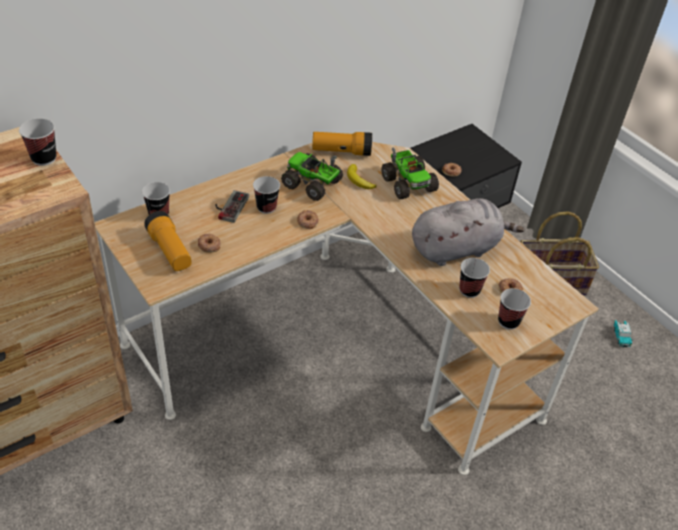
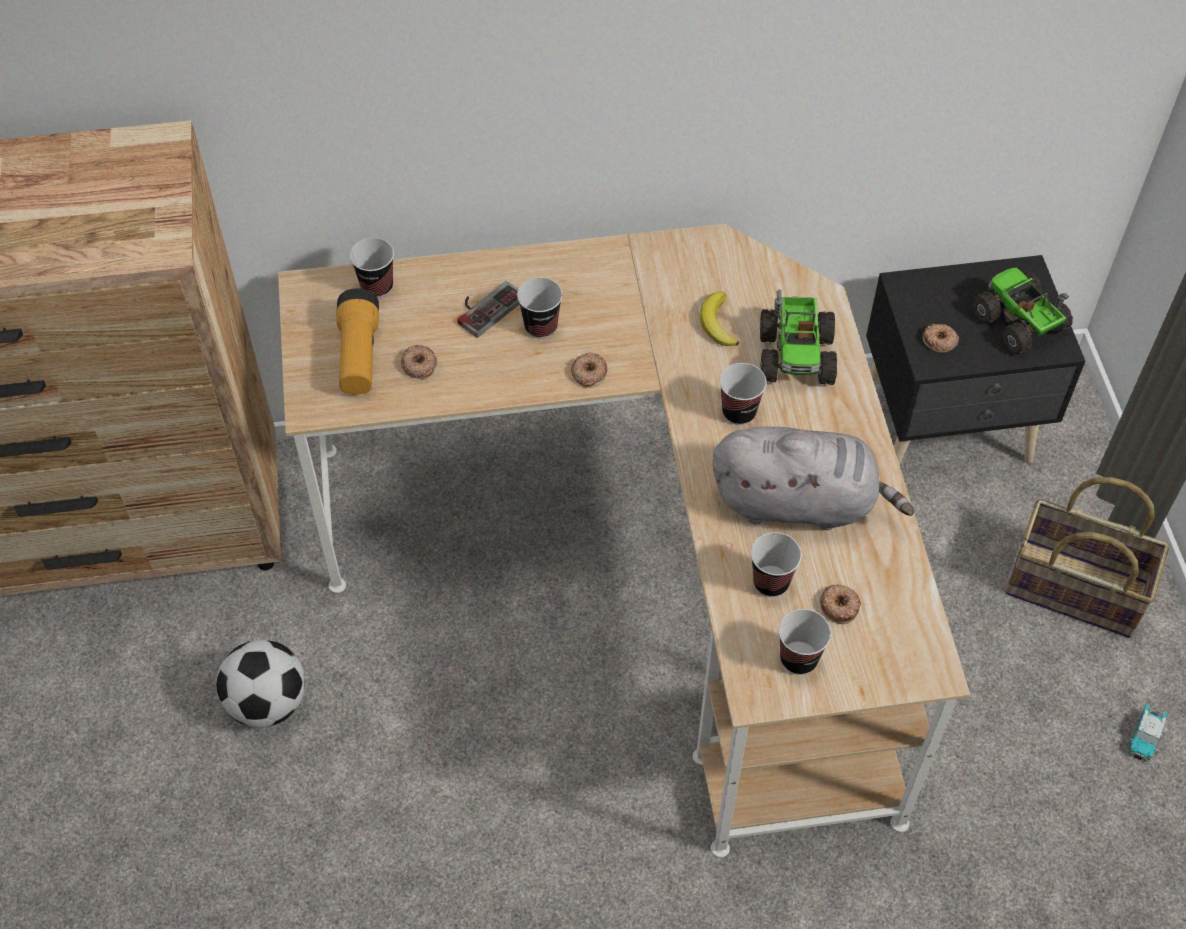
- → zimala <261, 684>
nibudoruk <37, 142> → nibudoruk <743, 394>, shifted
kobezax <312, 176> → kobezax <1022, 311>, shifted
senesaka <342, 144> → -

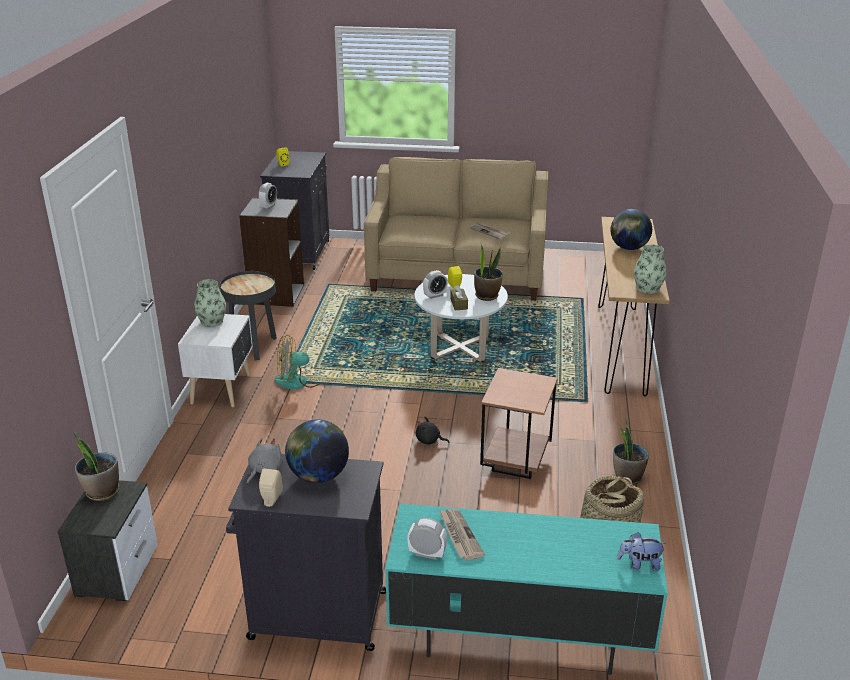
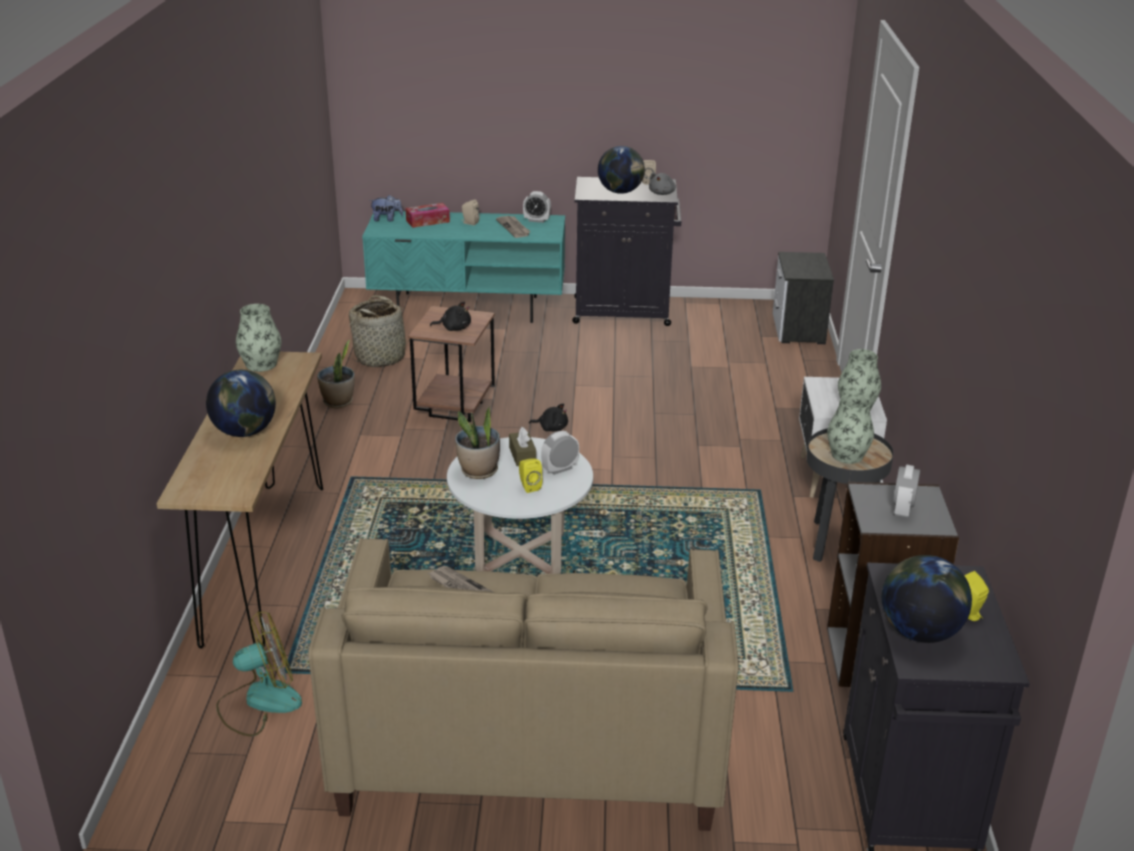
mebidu <299, 362> → mebidu <259, 673>, shifted
- → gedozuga <428, 215>
- → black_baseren <450, 316>
- → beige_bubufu <471, 212>
- → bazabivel <850, 429>
- → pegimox <927, 599>
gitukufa <96, 466> → -

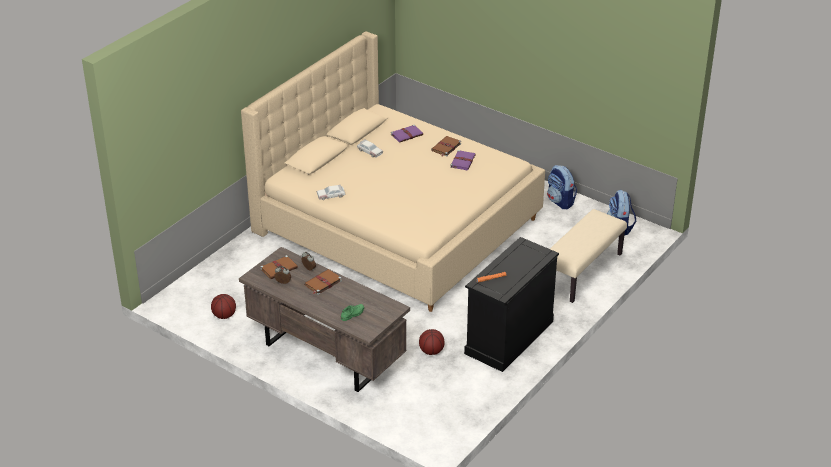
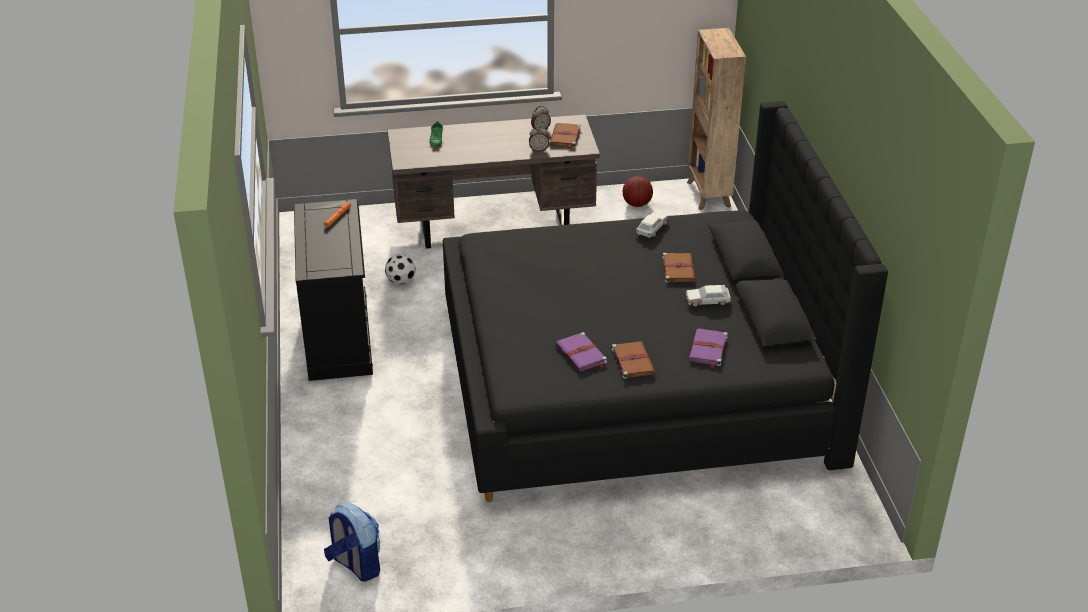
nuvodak <432, 342> → zimala <400, 269>
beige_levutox <393, 171> → black_levutox <665, 301>
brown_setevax <323, 282> → brown_setevax <679, 268>, shifted
- → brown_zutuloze <716, 119>
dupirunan <562, 187> → -
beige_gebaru <588, 256> → -

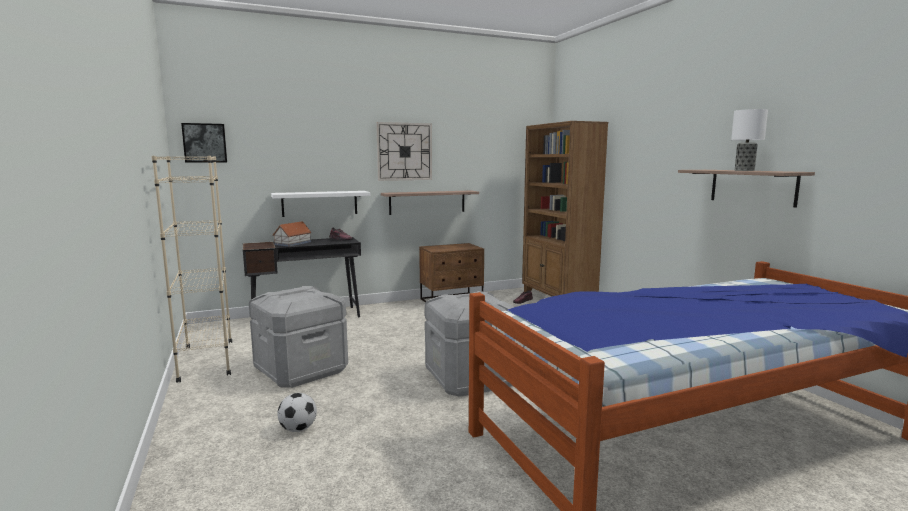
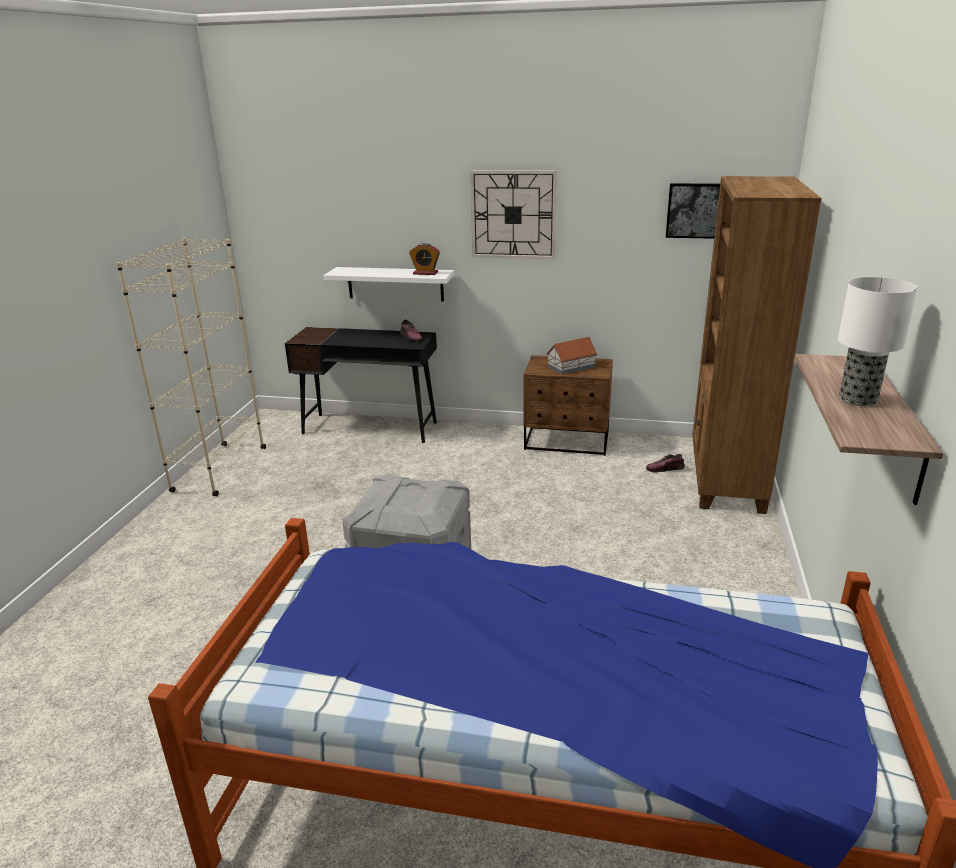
- → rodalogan <424, 259>
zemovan <292, 233> → zemovan <571, 355>, shifted
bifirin <204, 143> → bifirin <693, 211>, shifted
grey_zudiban <298, 337> → -
zimala <297, 412> → -
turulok <430, 202> → -

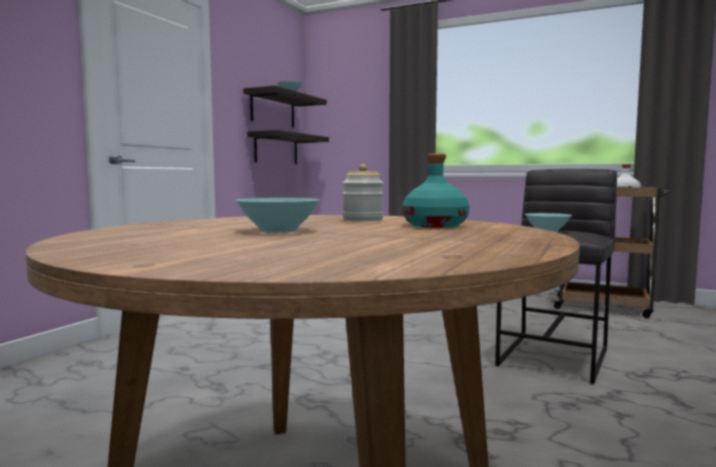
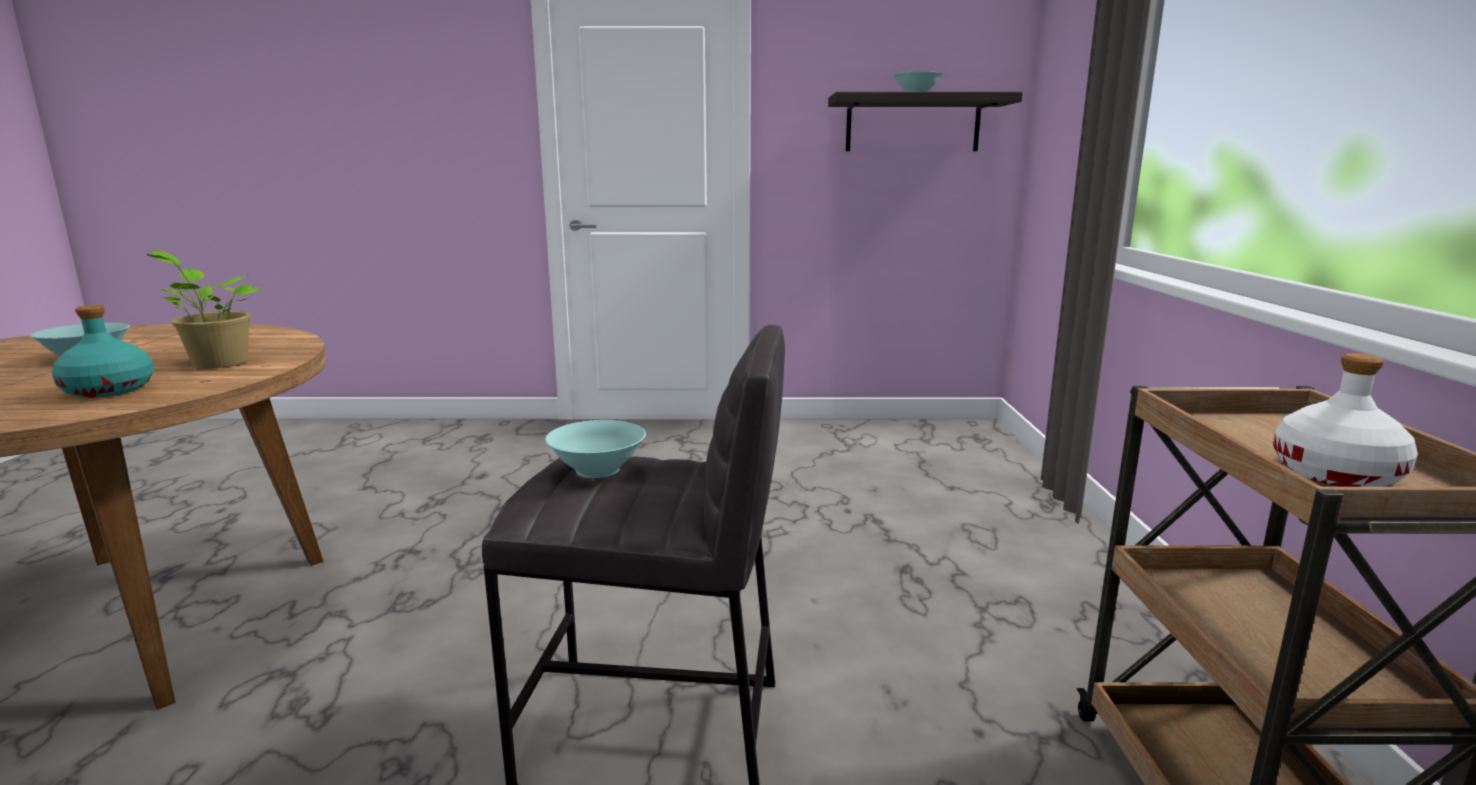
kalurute <363, 192> → gitukufa <204, 309>
turulok <288, 147> → -

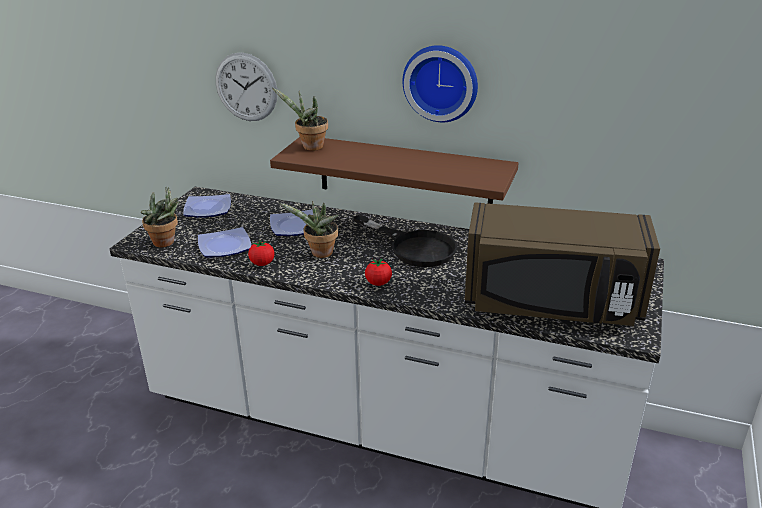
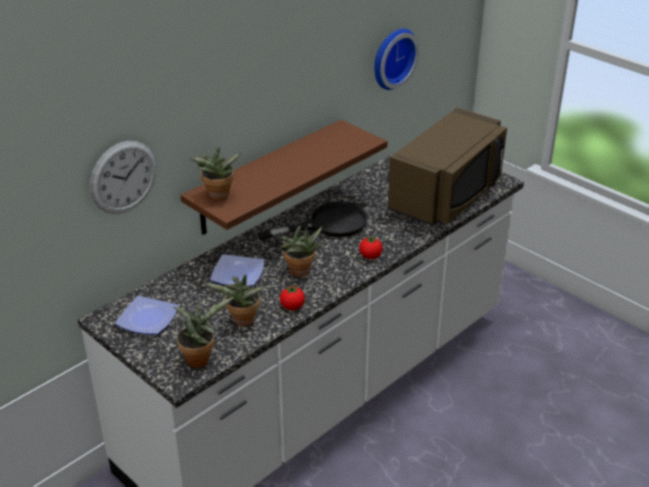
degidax <224, 242> → gitukufa <235, 300>
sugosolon <440, 83> → sugosolon <397, 59>, shifted

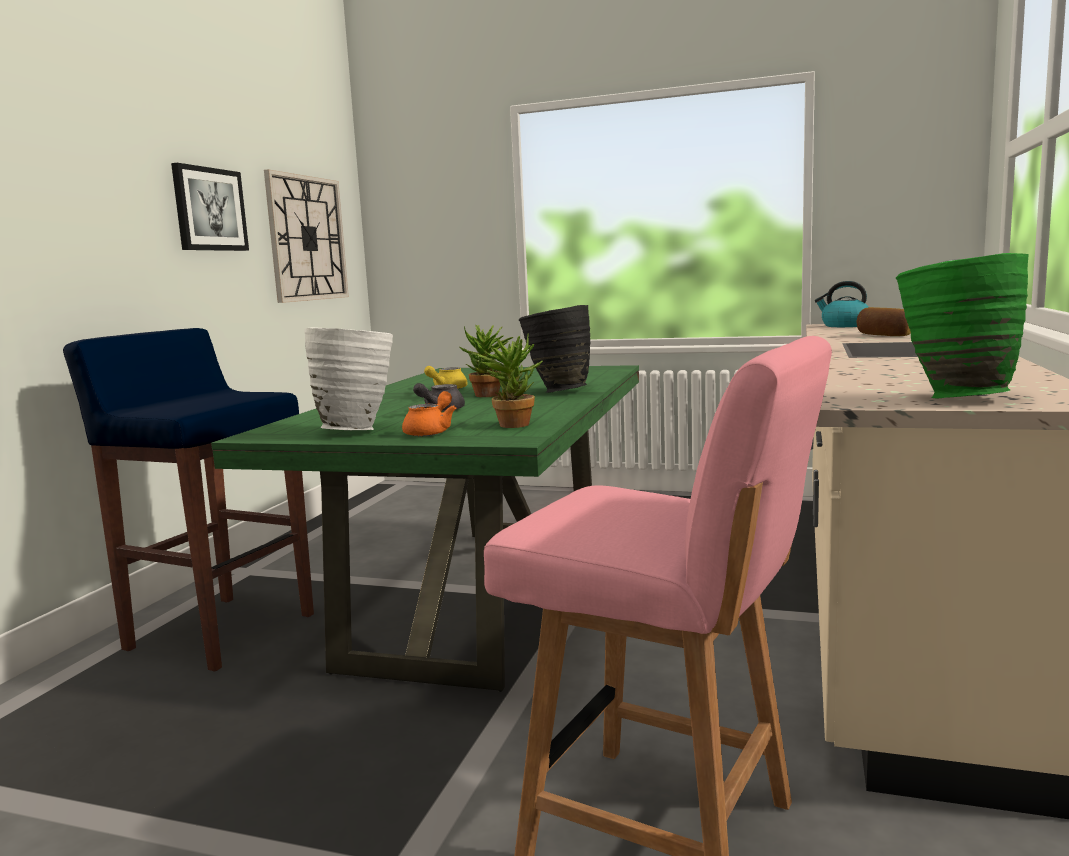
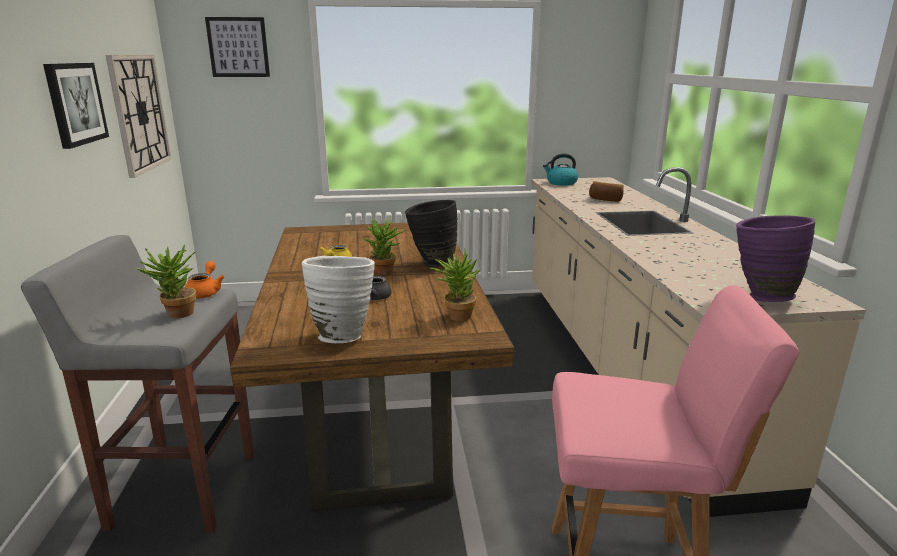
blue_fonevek <188, 500> → grey_fonevek <137, 384>
- → gitukufa <166, 281>
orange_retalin <429, 413> → orange_retalin <205, 280>, shifted
- → bifirin <237, 47>
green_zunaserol <425, 528> → brown_zunaserol <372, 367>
green_bazabivel <962, 325> → purple_bazabivel <775, 259>

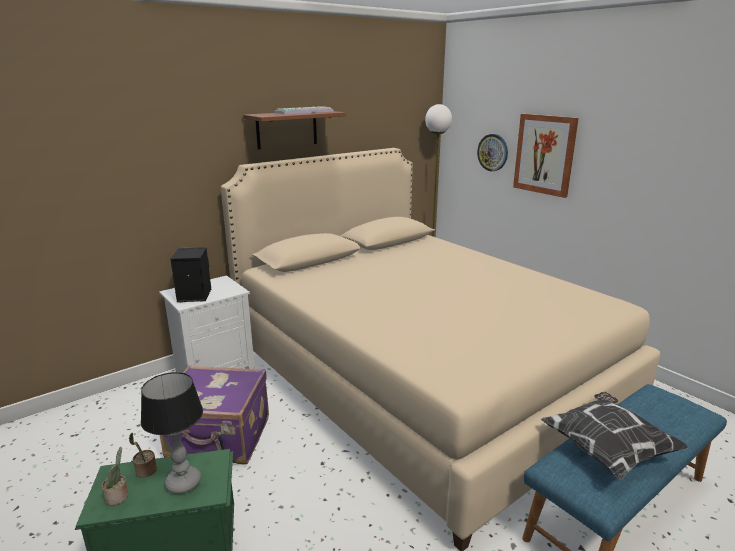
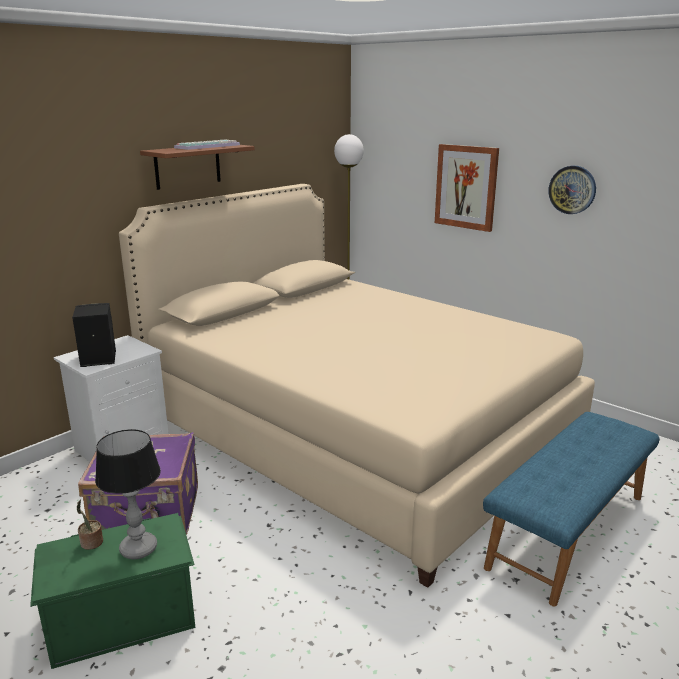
sugosolon <492, 152> → sugosolon <572, 190>, shifted
gitukufa <115, 476> → -
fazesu <615, 436> → -

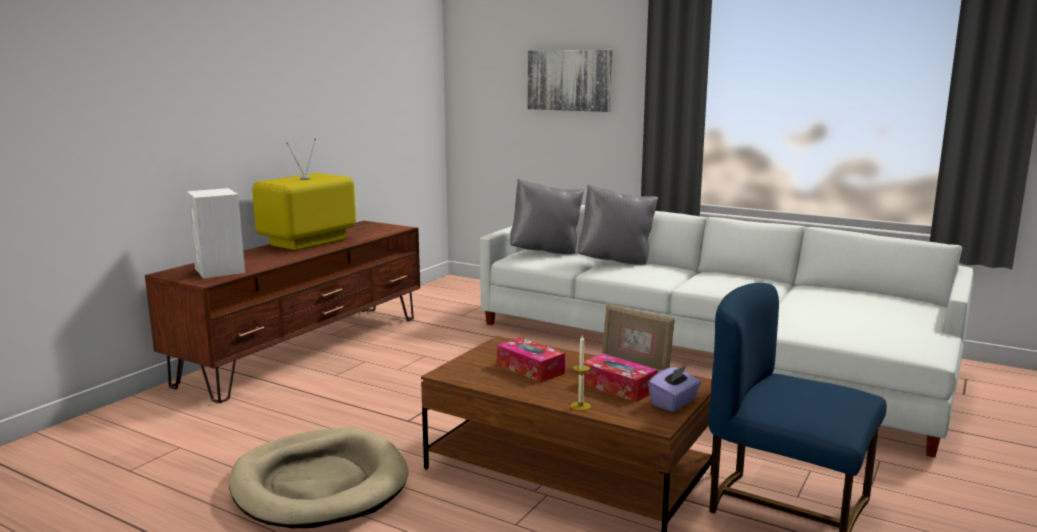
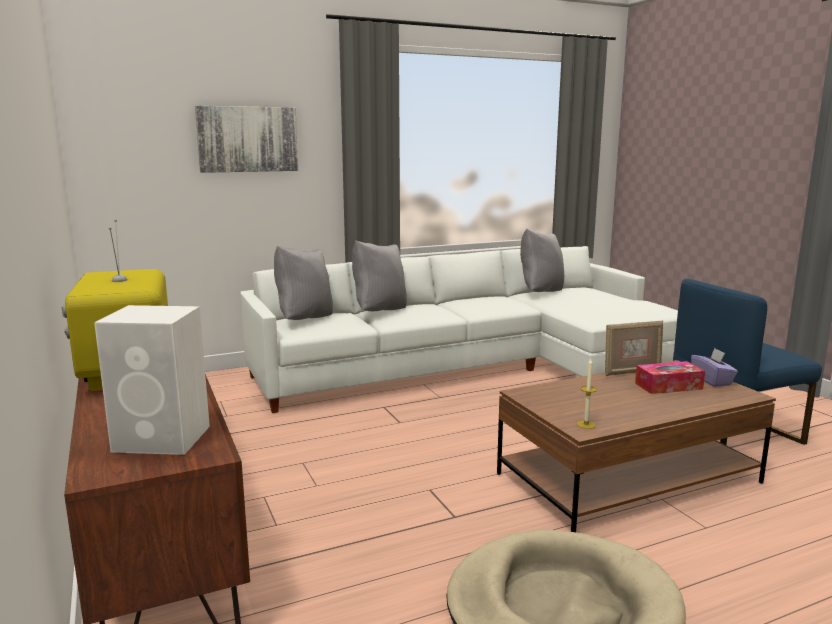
- → grey_fazesu <542, 260>
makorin <581, 373> → makorin <587, 394>, shifted
gedozuga <531, 360> → -

